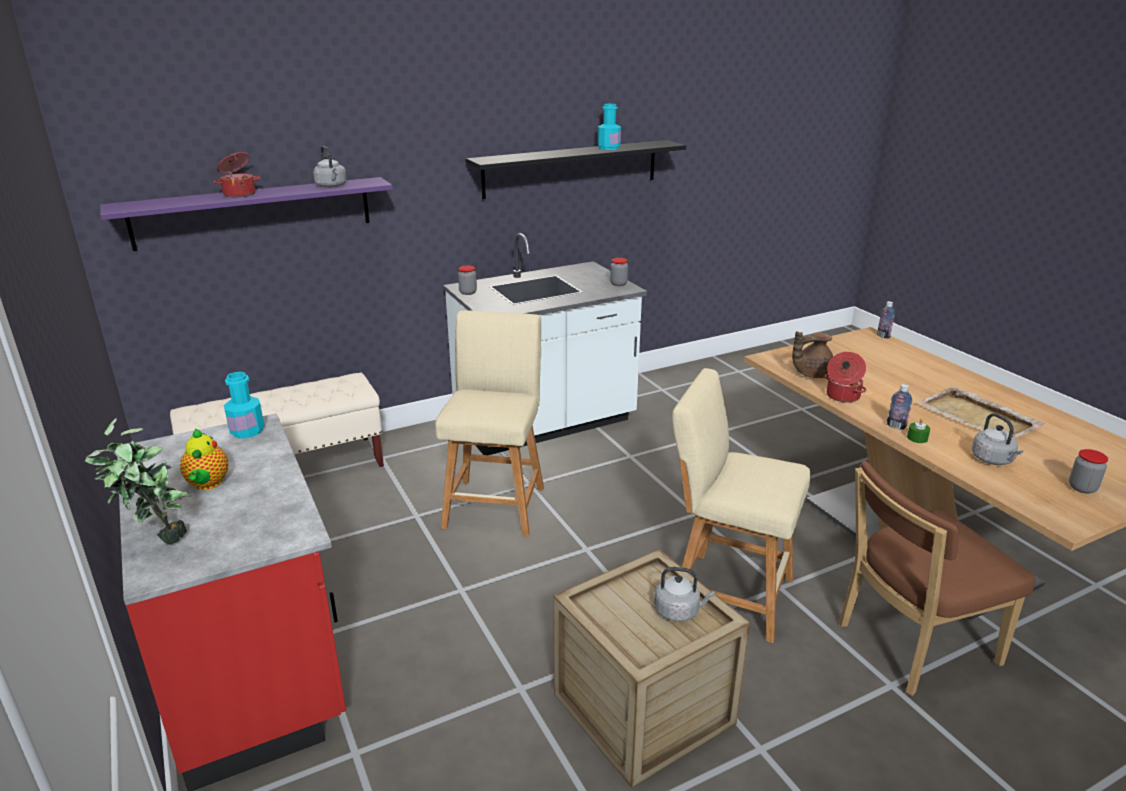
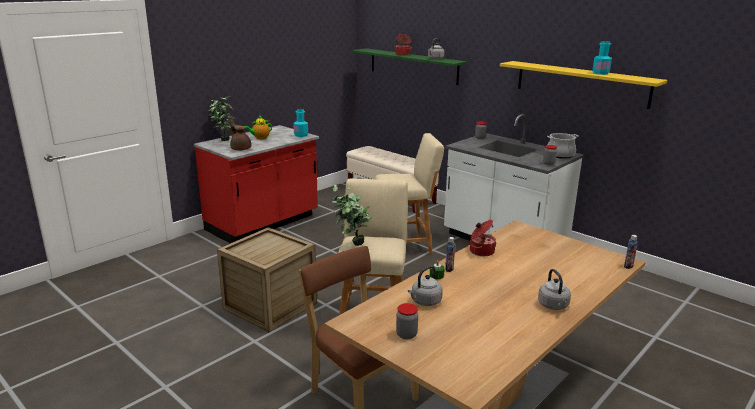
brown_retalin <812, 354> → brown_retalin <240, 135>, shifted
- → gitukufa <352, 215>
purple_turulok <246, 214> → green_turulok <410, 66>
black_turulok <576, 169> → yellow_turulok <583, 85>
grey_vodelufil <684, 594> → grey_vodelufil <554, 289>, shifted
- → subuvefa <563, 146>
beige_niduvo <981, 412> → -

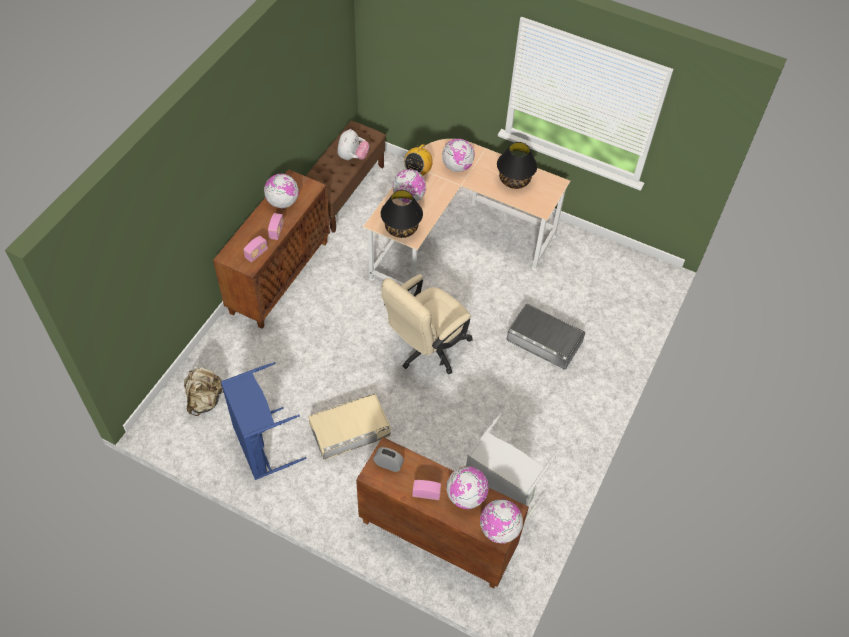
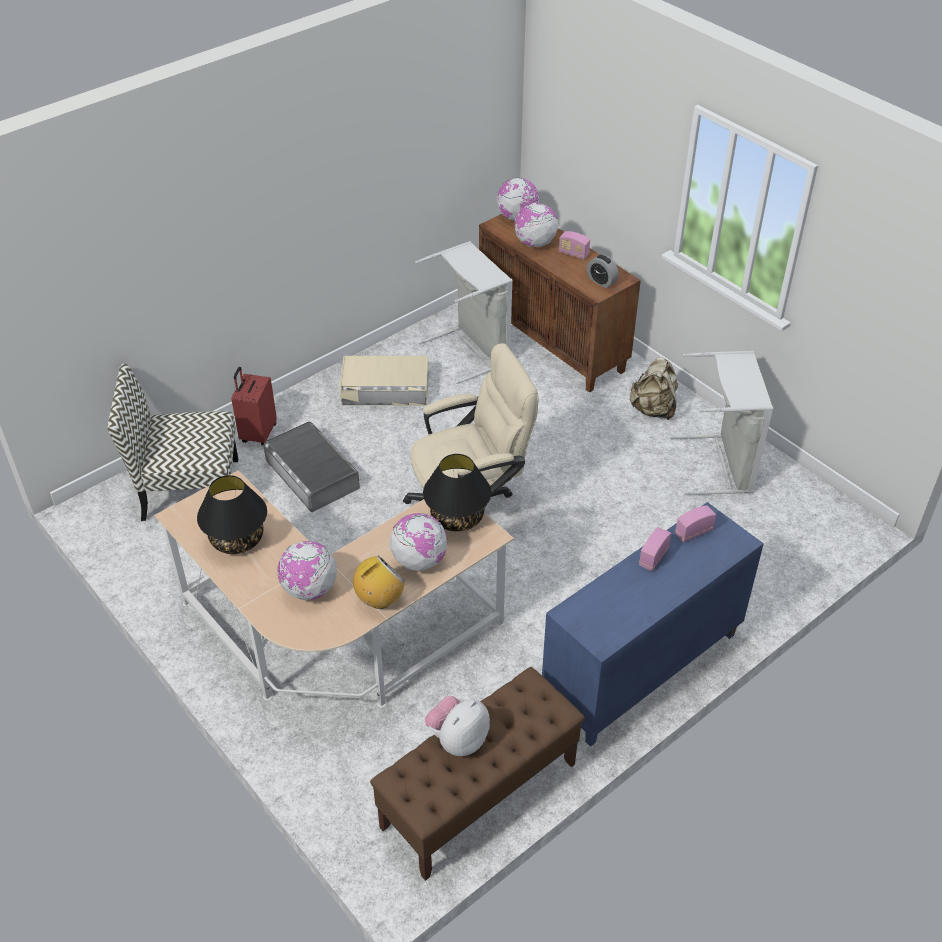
- → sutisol <173, 442>
- → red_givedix <254, 406>
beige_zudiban <349, 427> → beige_zudiban <384, 381>, shifted
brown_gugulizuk <271, 249> → blue_gugulizuk <653, 624>
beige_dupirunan <204, 391> → beige_dupirunan <653, 388>, shifted
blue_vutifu <263, 421> → grey_vutifu <721, 423>
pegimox <281, 191> → -

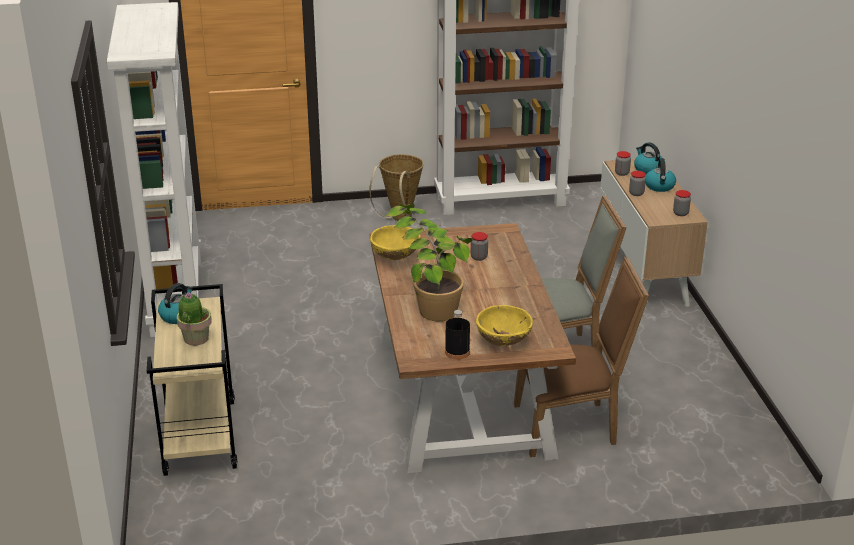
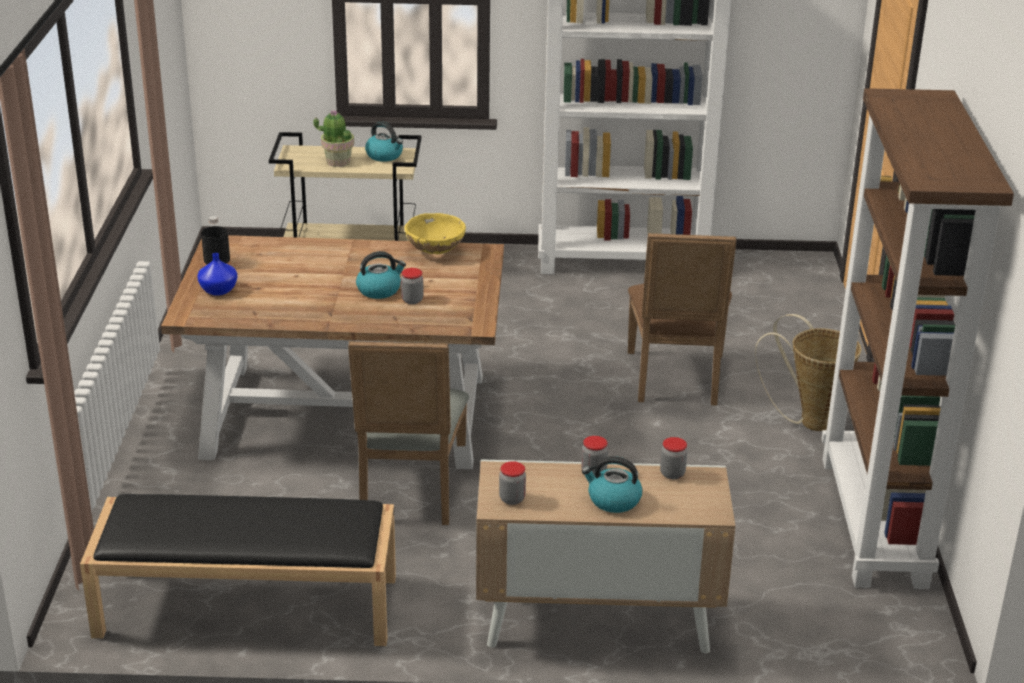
- → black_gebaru <238, 570>
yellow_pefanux <504, 325> → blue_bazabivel <217, 274>
vodelufil <648, 158> → vodelufil <381, 275>, shifted
brown_sutisol <581, 357> → brown_sutisol <682, 319>, shifted
gitukufa <428, 262> → -

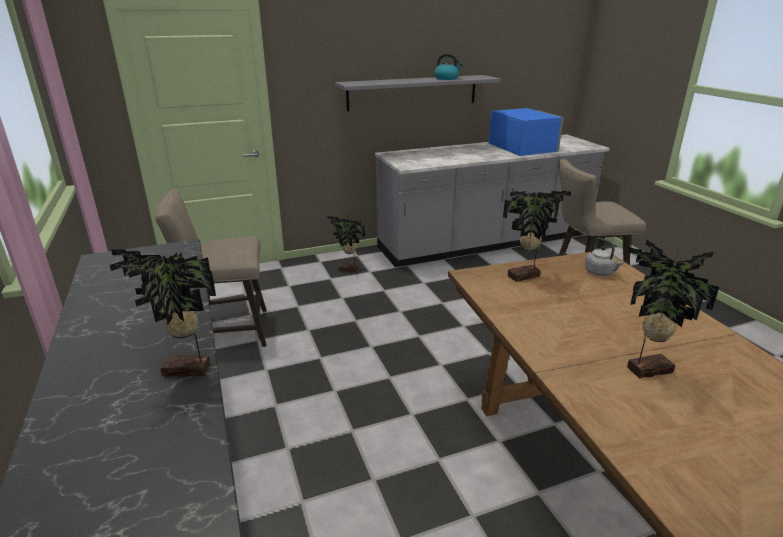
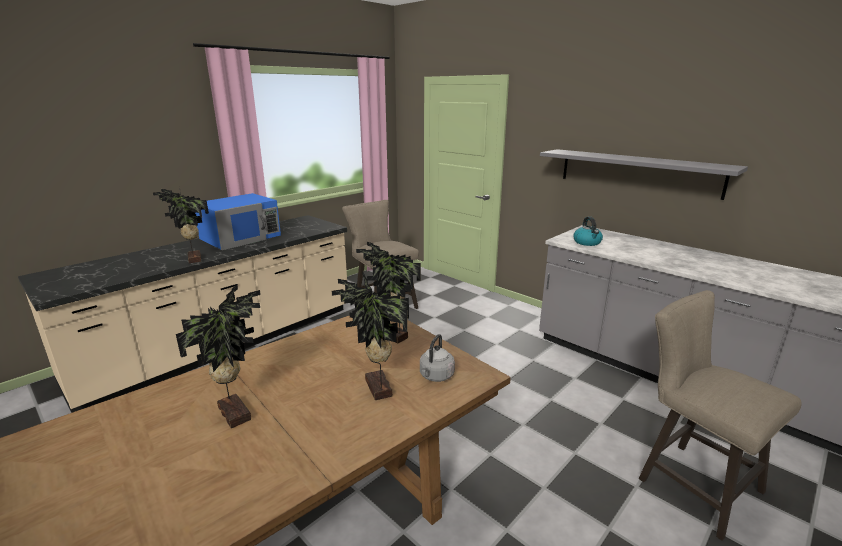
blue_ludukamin <526, 132> → blue_ludukamin <238, 221>, shifted
gitukufa <346, 244> → gitukufa <370, 336>, shifted
vodelufil <448, 67> → vodelufil <588, 231>, shifted

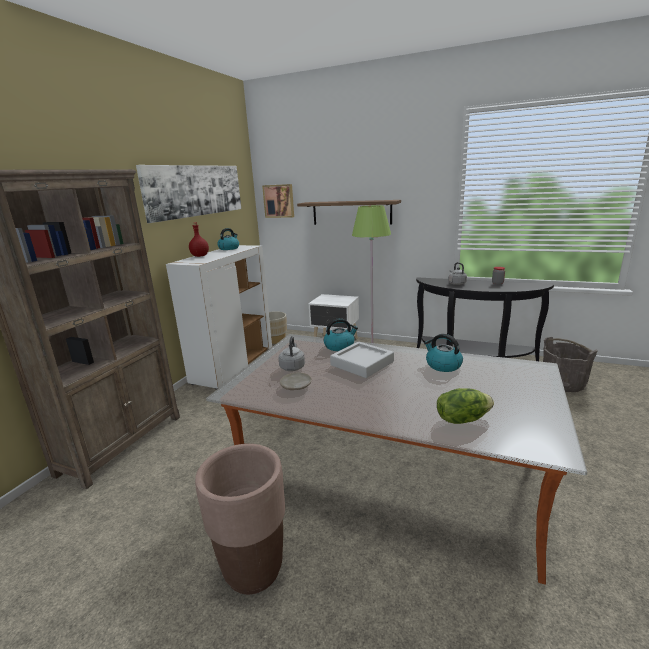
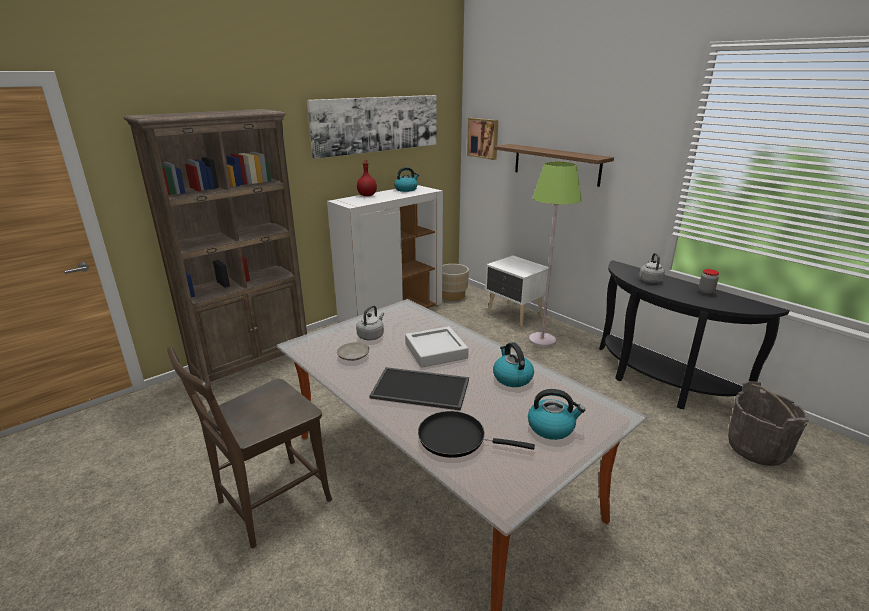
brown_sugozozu <240, 519> → brown_sutisol <249, 447>
- → niduvo <419, 389>
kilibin <465, 406> → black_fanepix <476, 434>
vodelufil <341, 334> → vodelufil <556, 414>, shifted

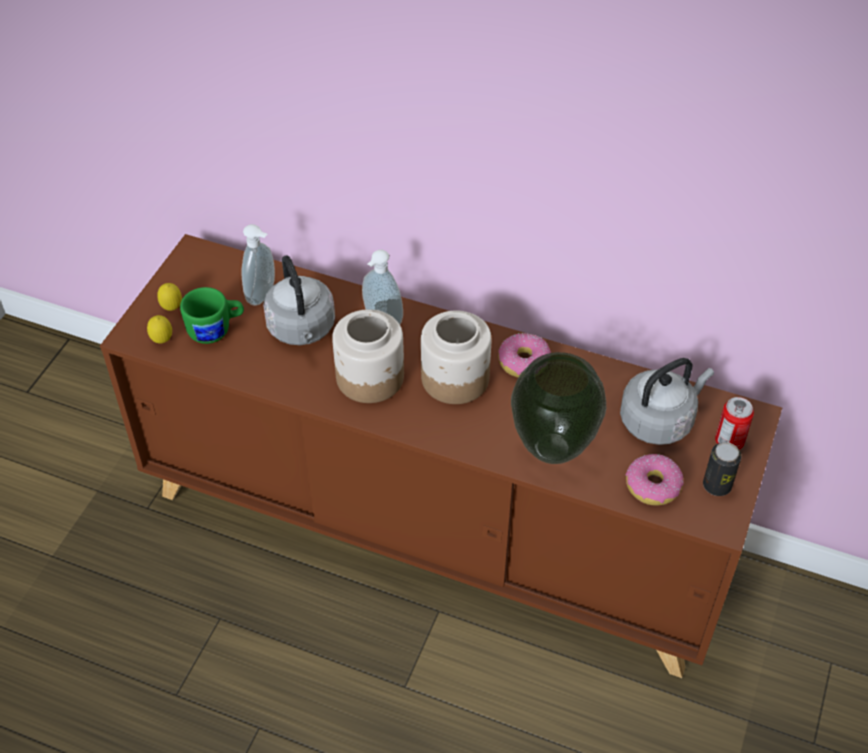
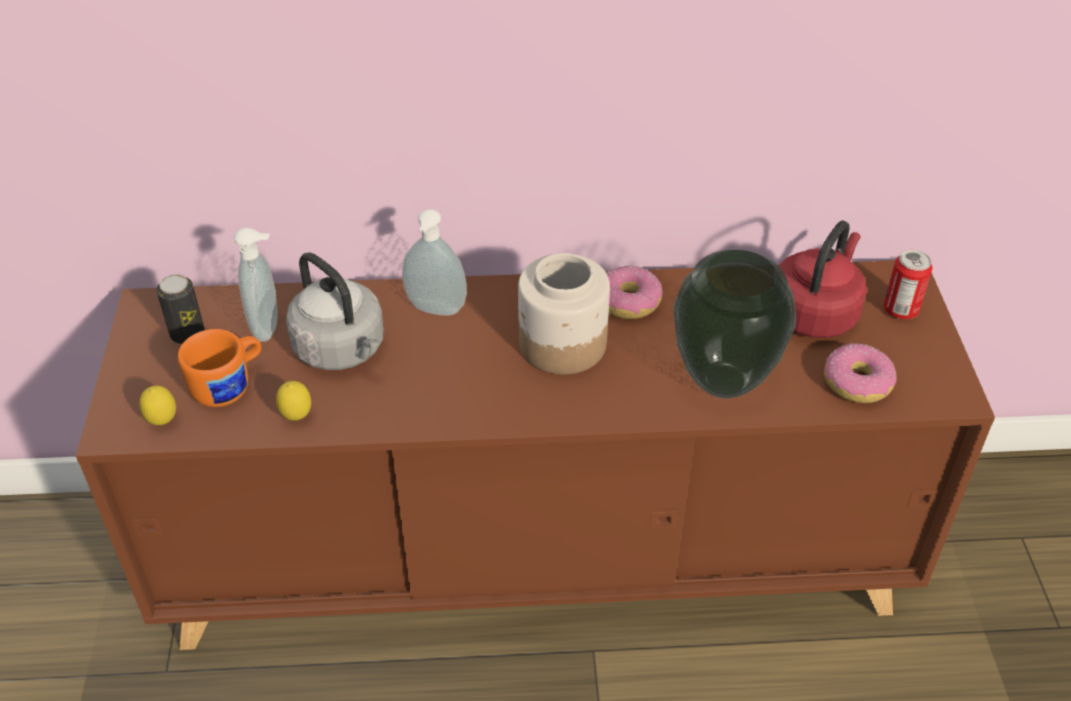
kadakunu <722, 469> → kadakunu <180, 309>, shifted
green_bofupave <212, 315> → orange_bofupave <219, 368>
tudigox <169, 297> → tudigox <293, 401>, shifted
grey_vodelufil <667, 401> → red_vodelufil <823, 279>
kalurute <368, 356> → -

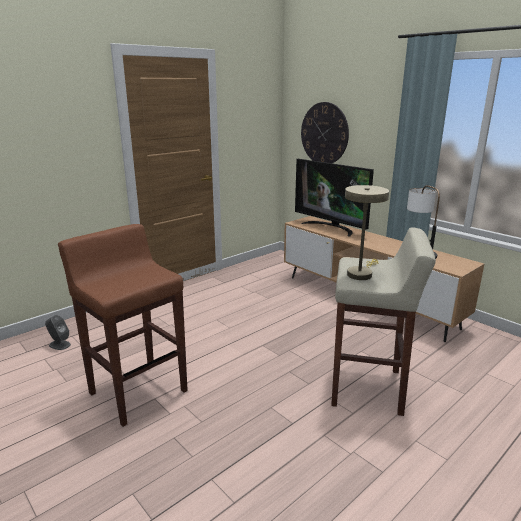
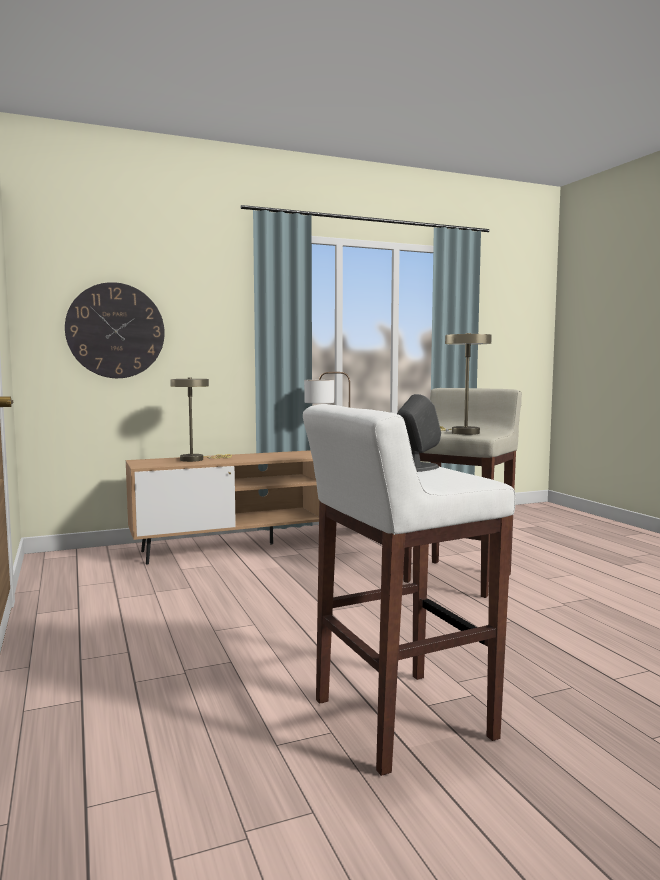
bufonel <334, 197> → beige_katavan <201, 420>
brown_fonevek <123, 325> → white_fonevek <409, 590>
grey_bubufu <58, 332> → grey_bubufu <419, 433>, shifted

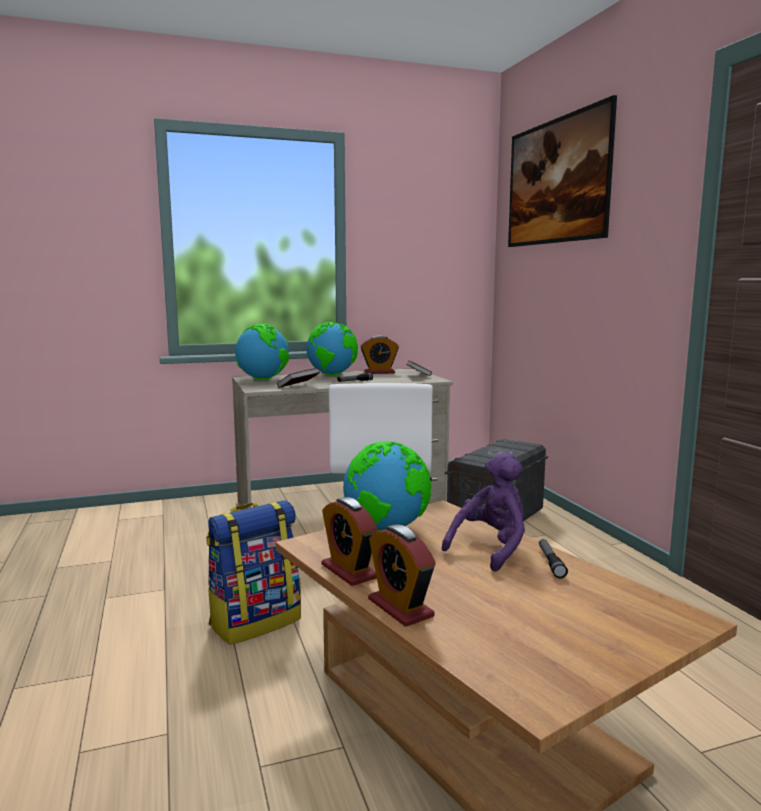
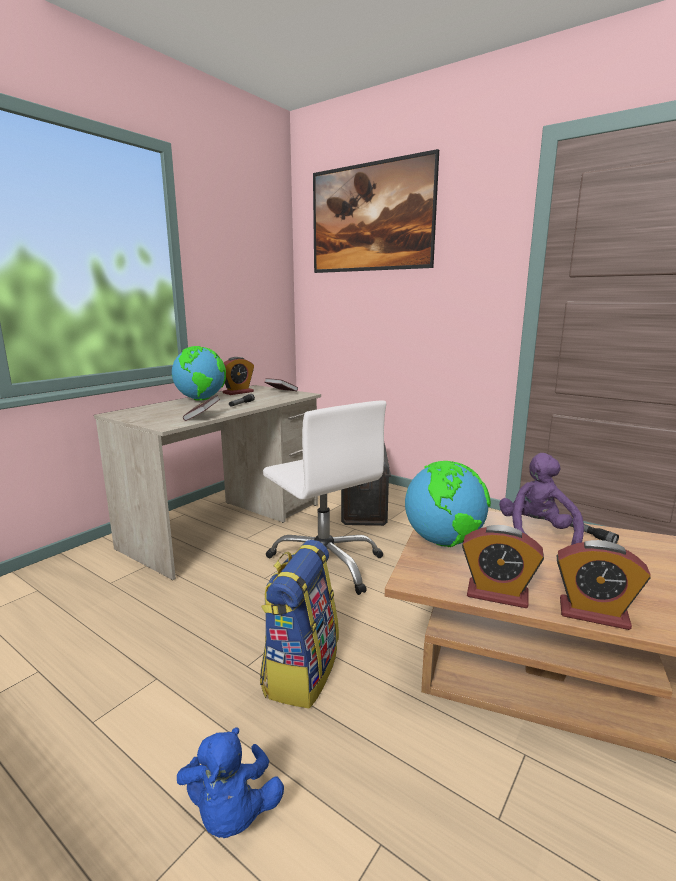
- → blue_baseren <230, 782>
pegimox <262, 352> → -

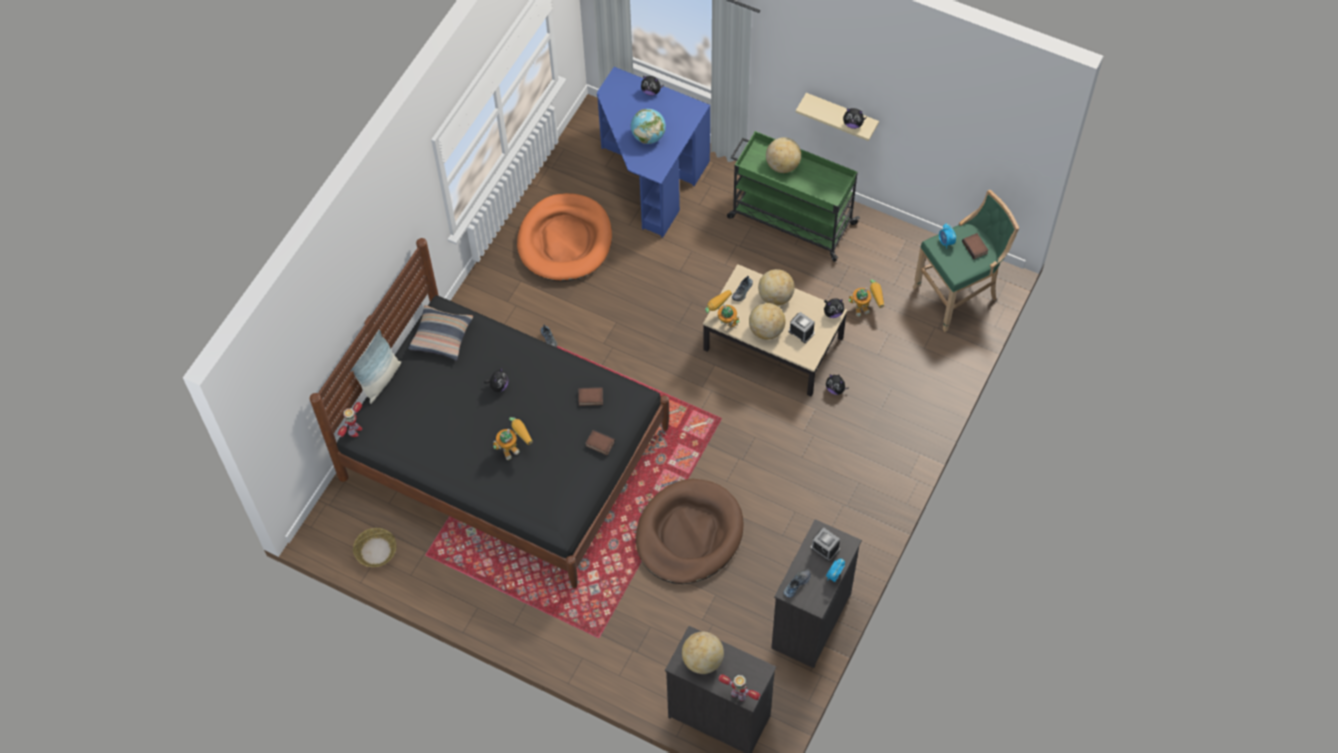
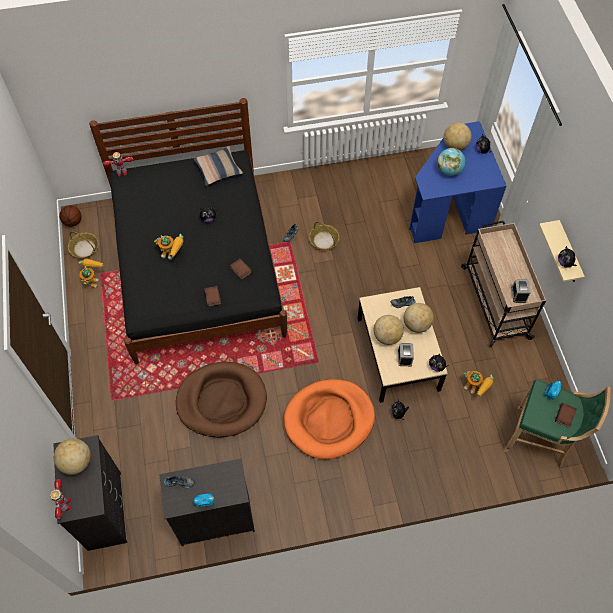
- → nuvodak <71, 216>
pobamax <722, 308> → pobamax <91, 273>, shifted
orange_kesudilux <564, 237> → orange_kesudilux <329, 419>, shifted
- → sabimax <324, 236>
pegimox <783, 155> → pegimox <458, 136>, shifted
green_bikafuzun <793, 196> → beige_bikafuzun <503, 284>
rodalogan <825, 544> → rodalogan <521, 291>, shifted
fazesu <376, 366> → -

